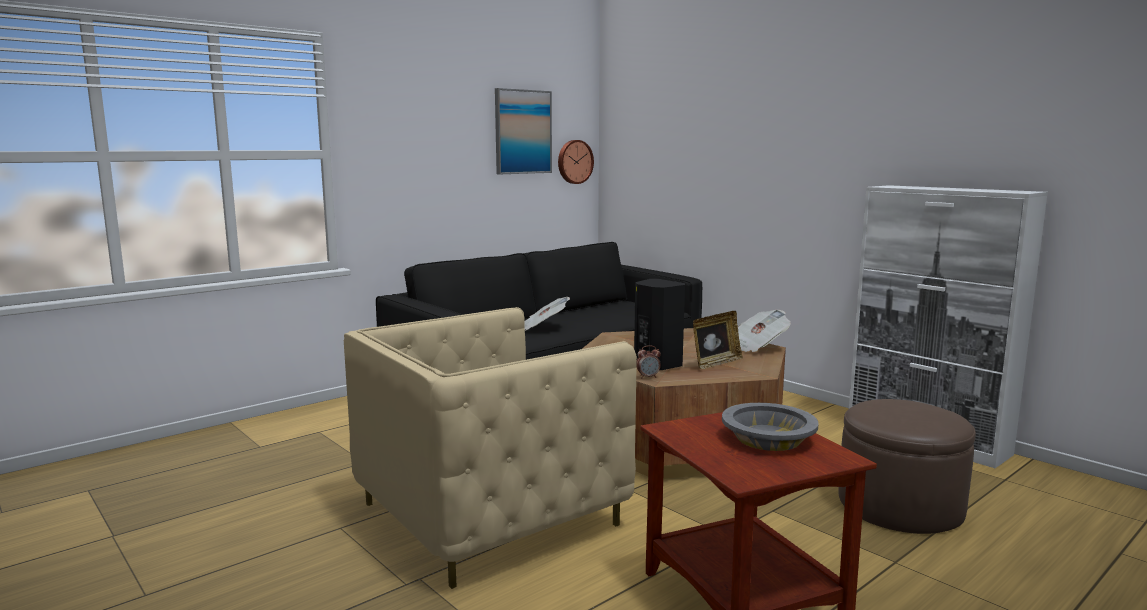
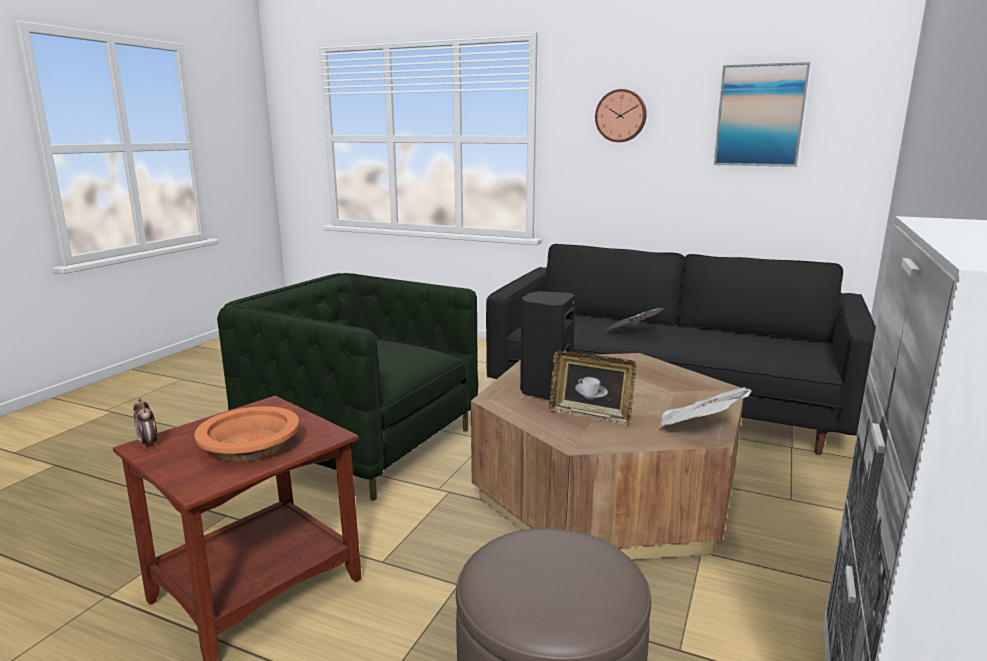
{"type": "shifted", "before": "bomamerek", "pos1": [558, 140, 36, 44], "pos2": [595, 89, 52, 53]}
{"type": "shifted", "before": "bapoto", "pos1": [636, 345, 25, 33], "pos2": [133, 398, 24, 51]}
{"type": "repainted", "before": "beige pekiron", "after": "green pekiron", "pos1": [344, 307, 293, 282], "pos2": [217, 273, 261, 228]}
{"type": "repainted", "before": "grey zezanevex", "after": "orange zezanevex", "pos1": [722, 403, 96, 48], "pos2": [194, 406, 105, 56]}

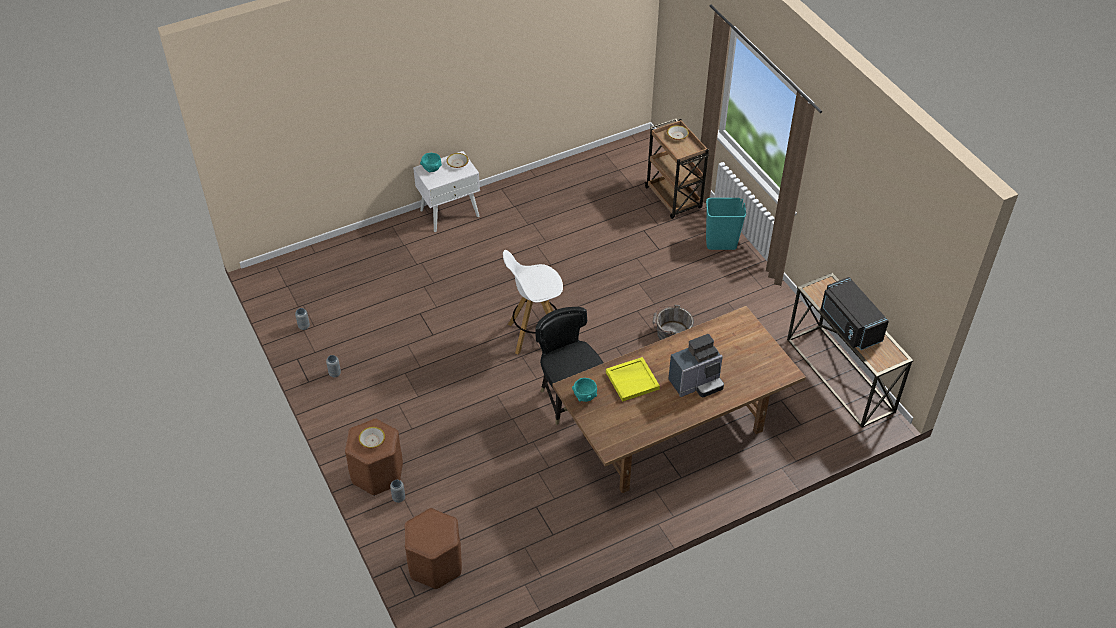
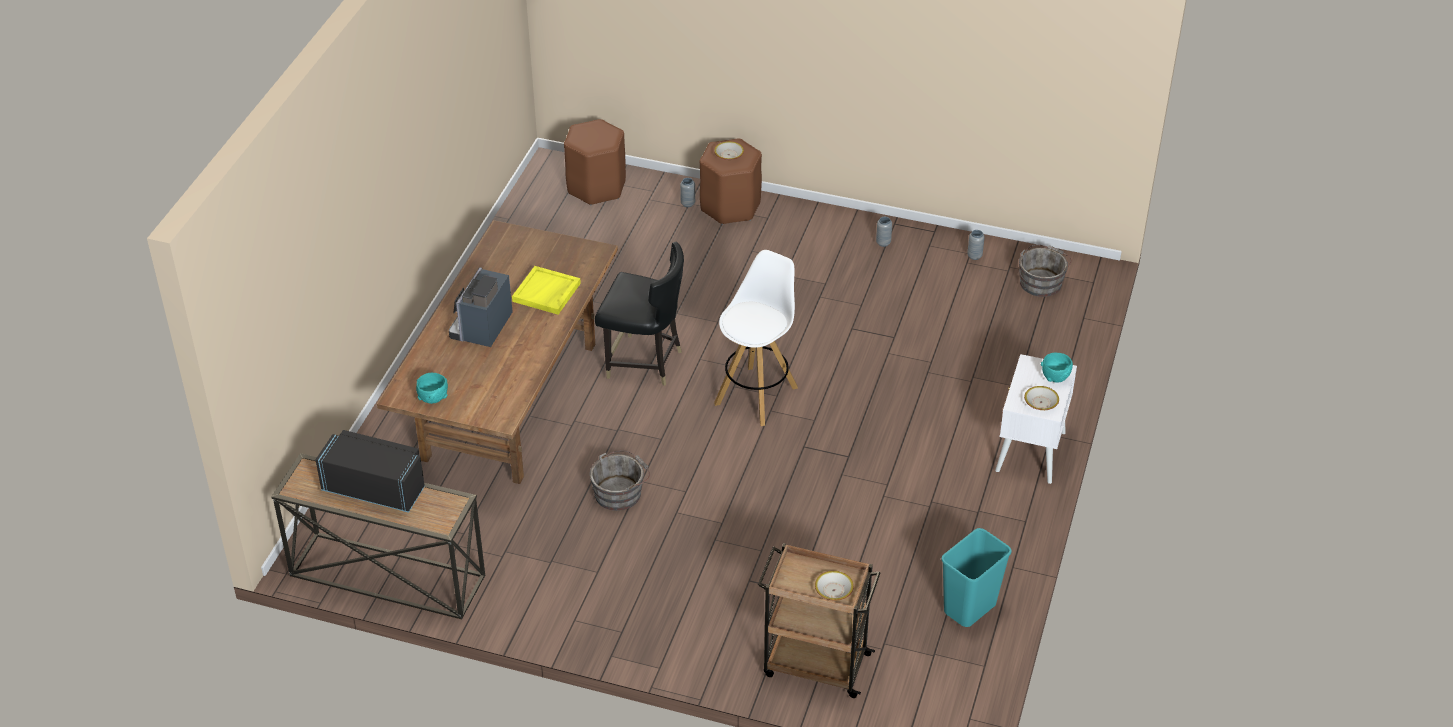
{"type": "new", "after": "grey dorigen", "pos2": [1019, 245, 53, 52]}
{"type": "shifted", "before": "turquoise zezanevex", "pos1": [572, 378, 25, 24], "pos2": [416, 373, 32, 31]}
{"type": "shifted", "before": "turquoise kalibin", "pos1": [706, 198, 40, 52], "pos2": [941, 528, 70, 99]}

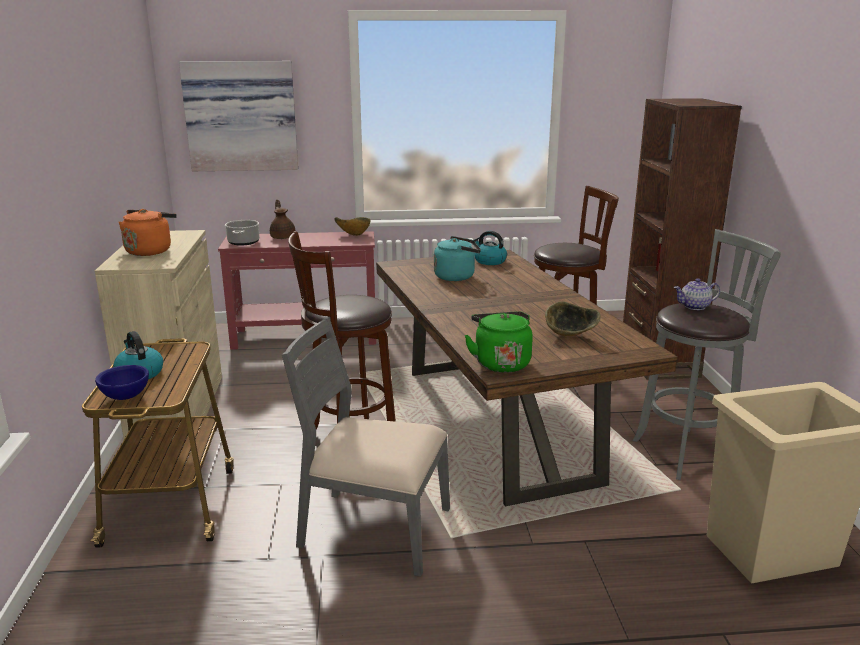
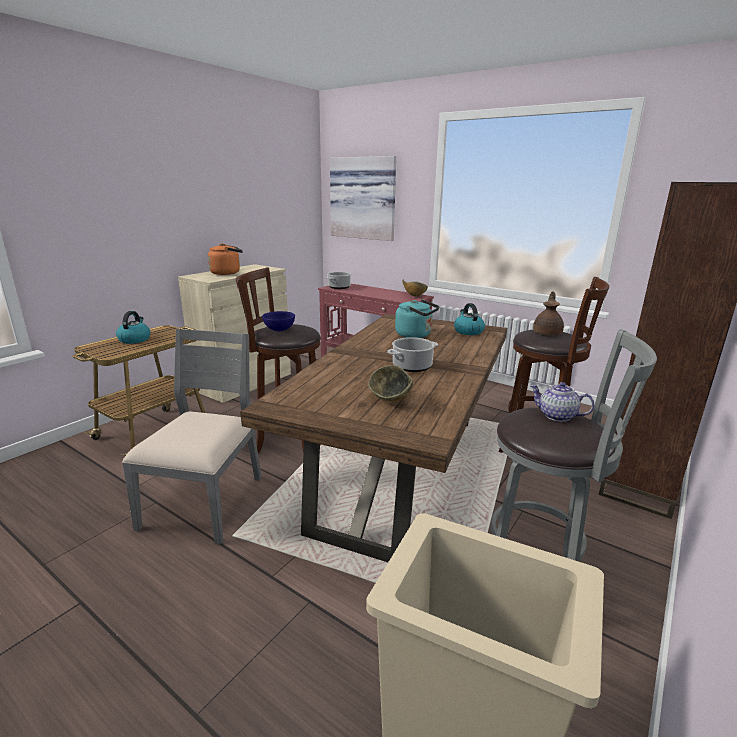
{"type": "gone", "before": "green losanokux", "pos1": [464, 311, 69, 62]}
{"type": "new", "after": "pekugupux", "pos2": [387, 337, 51, 35]}
{"type": "shifted", "before": "blue zezanevex", "pos1": [95, 365, 54, 35], "pos2": [262, 311, 33, 20]}
{"type": "shifted", "before": "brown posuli", "pos1": [270, 200, 26, 39], "pos2": [533, 291, 31, 44]}
{"type": "rotated", "before": "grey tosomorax", "pos1": [282, 317, 168, 260], "pos2": [122, 329, 139, 216], "turn": 45}

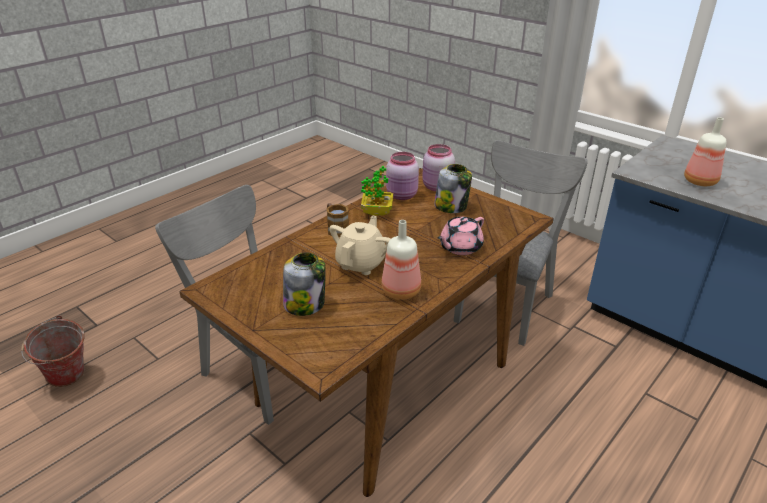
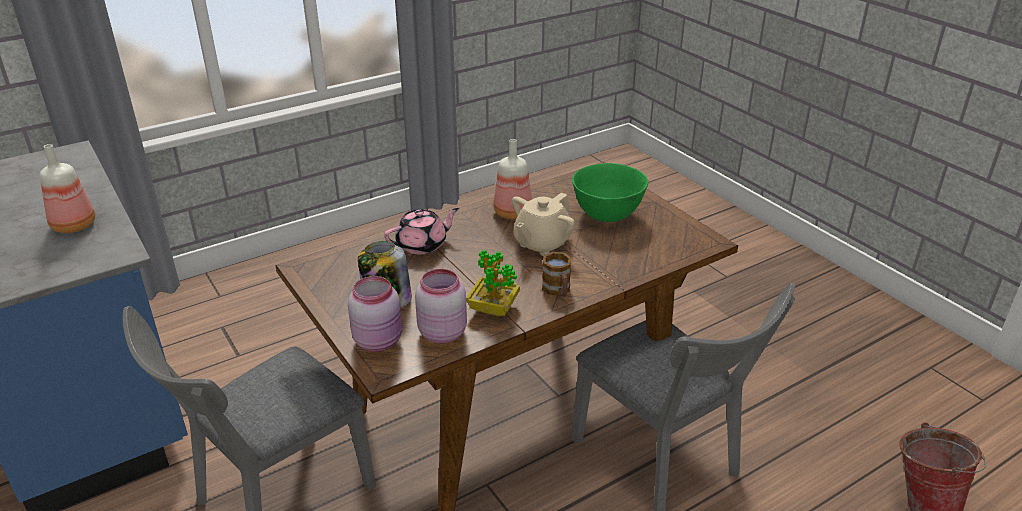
{"type": "swapped", "before": "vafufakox", "after": "green zezanevex", "pos1": [283, 252, 43, 64], "pos2": [572, 163, 76, 59]}

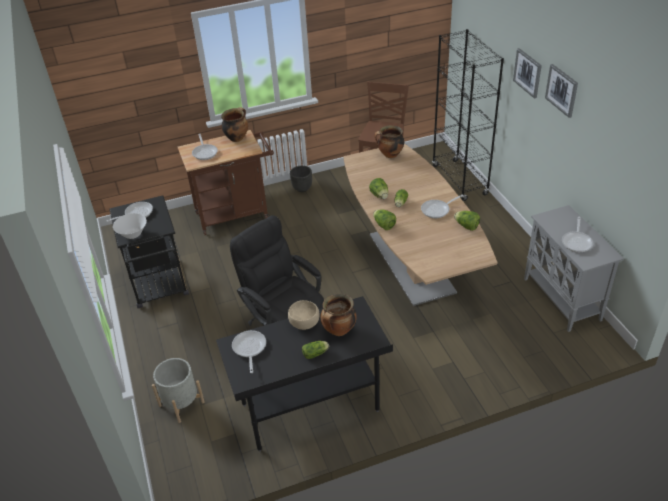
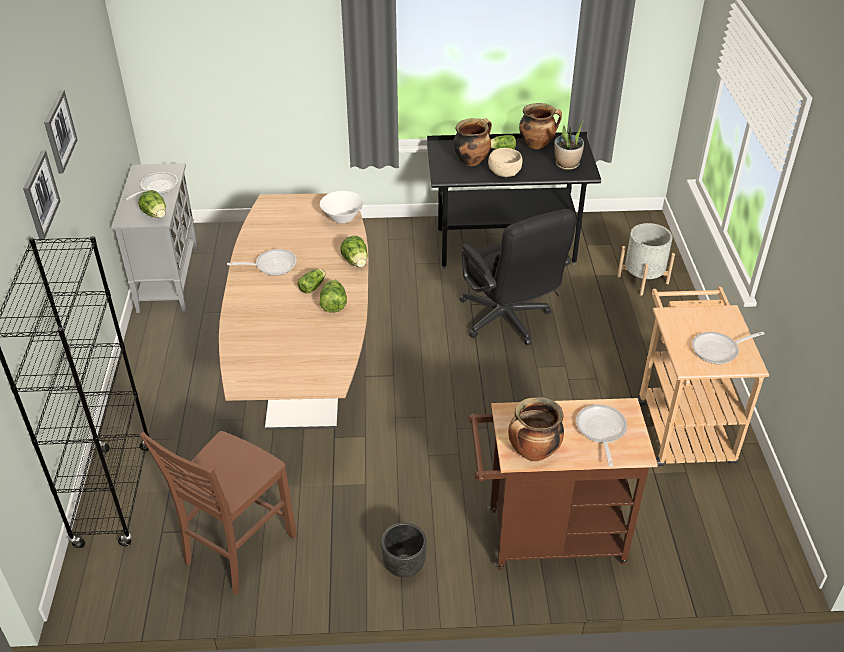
{"type": "shifted", "before": "white zezanevex", "pos1": [113, 213, 34, 26], "pos2": [320, 191, 44, 32]}
{"type": "shifted", "before": "pekugupux", "pos1": [374, 125, 30, 33], "pos2": [519, 103, 43, 46]}
{"type": "shifted", "before": "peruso", "pos1": [454, 211, 26, 20], "pos2": [138, 190, 28, 28]}
{"type": "swapped", "before": "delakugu", "after": "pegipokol", "pos1": [232, 330, 34, 43], "pos2": [554, 120, 31, 50]}
{"type": "repainted", "before": "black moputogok", "after": "beige moputogok", "pos1": [109, 195, 80, 113], "pos2": [637, 287, 132, 179]}

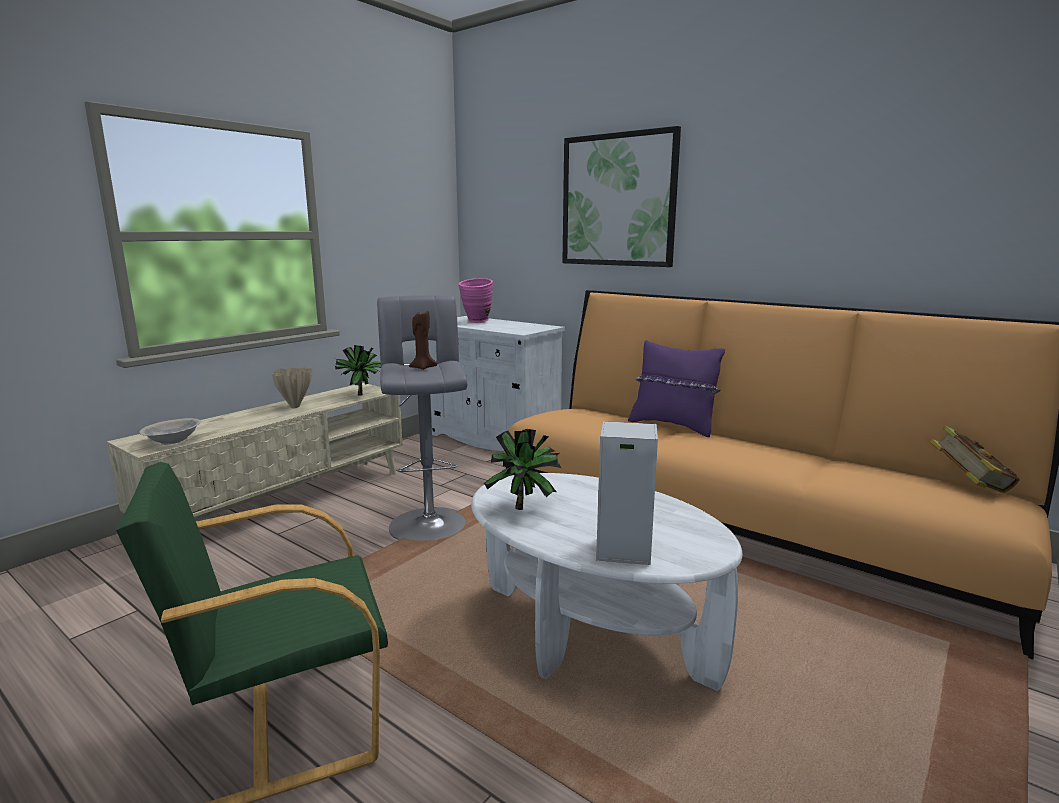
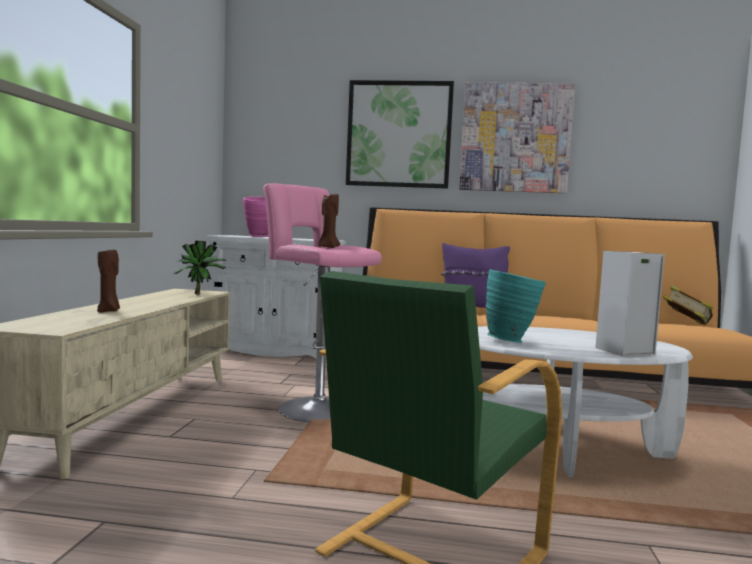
{"type": "gone", "before": "beige zezanevex", "pos1": [139, 418, 62, 27]}
{"type": "gone", "before": "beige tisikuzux", "pos1": [272, 367, 41, 41]}
{"type": "new", "after": "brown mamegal", "pos2": [97, 250, 23, 62]}
{"type": "new", "after": "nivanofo", "pos2": [459, 82, 116, 111]}
{"type": "swapped", "before": "pegipokol", "after": "turquoise tisikuzux", "pos1": [484, 429, 77, 81], "pos2": [486, 269, 60, 74]}
{"type": "repainted", "before": "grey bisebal", "after": "pink bisebal", "pos1": [377, 295, 91, 246], "pos2": [263, 183, 119, 239]}

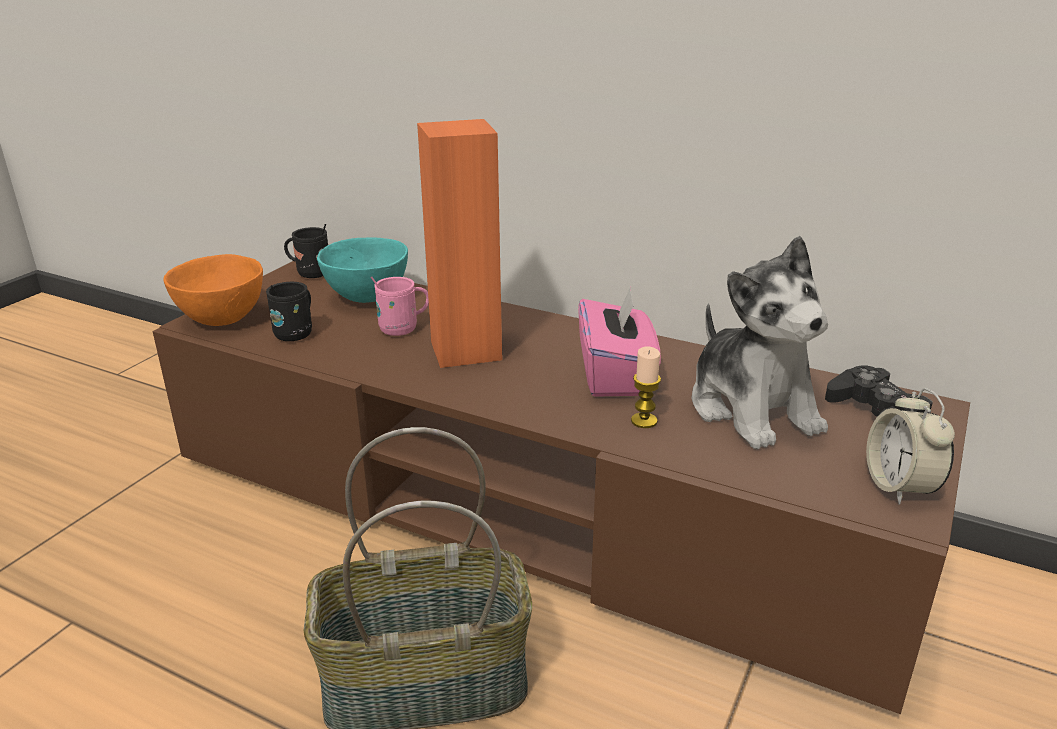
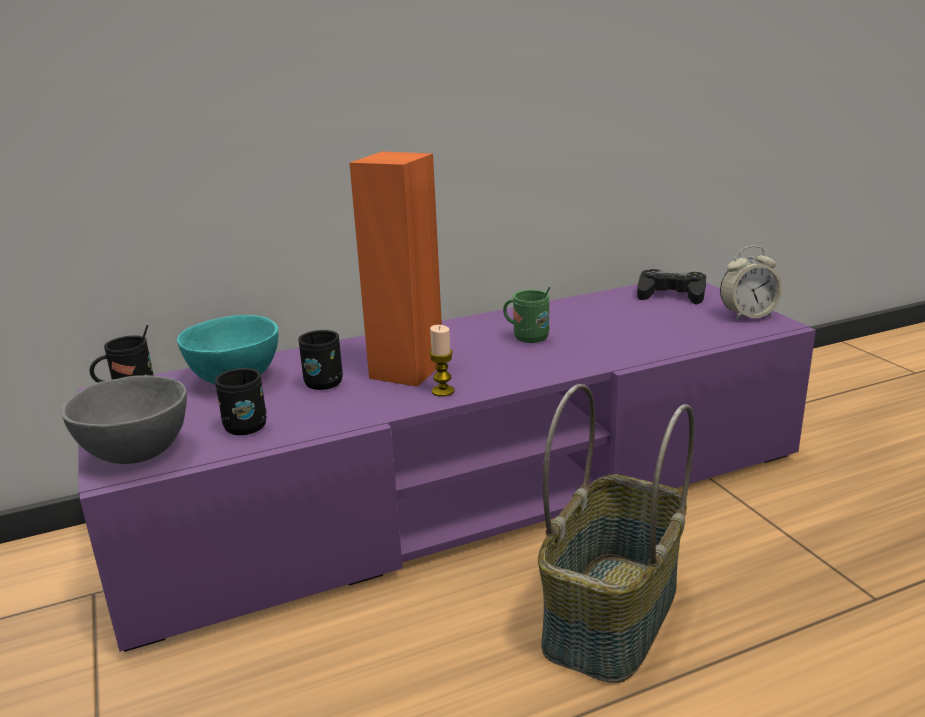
{"type": "gone", "before": "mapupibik", "pos1": [691, 236, 137, 213]}
{"type": "shifted", "before": "mamegal", "pos1": [631, 347, 30, 81], "pos2": [429, 325, 26, 72]}
{"type": "swapped", "before": "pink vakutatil", "after": "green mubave", "pos1": [578, 287, 82, 110], "pos2": [503, 287, 47, 56]}
{"type": "repainted", "before": "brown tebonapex", "after": "purple tebonapex", "pos1": [153, 261, 817, 453], "pos2": [79, 283, 737, 369]}
{"type": "repainted", "before": "orange zezanevex", "after": "grey zezanevex", "pos1": [164, 254, 99, 72], "pos2": [61, 375, 126, 89]}
{"type": "repainted", "before": "pink mubave", "after": "black mubave", "pos1": [371, 276, 58, 60], "pos2": [298, 330, 45, 60]}
{"type": "rotated", "before": "bapoto", "pos1": [866, 388, 89, 117], "pos2": [720, 246, 62, 75], "turn": -45}

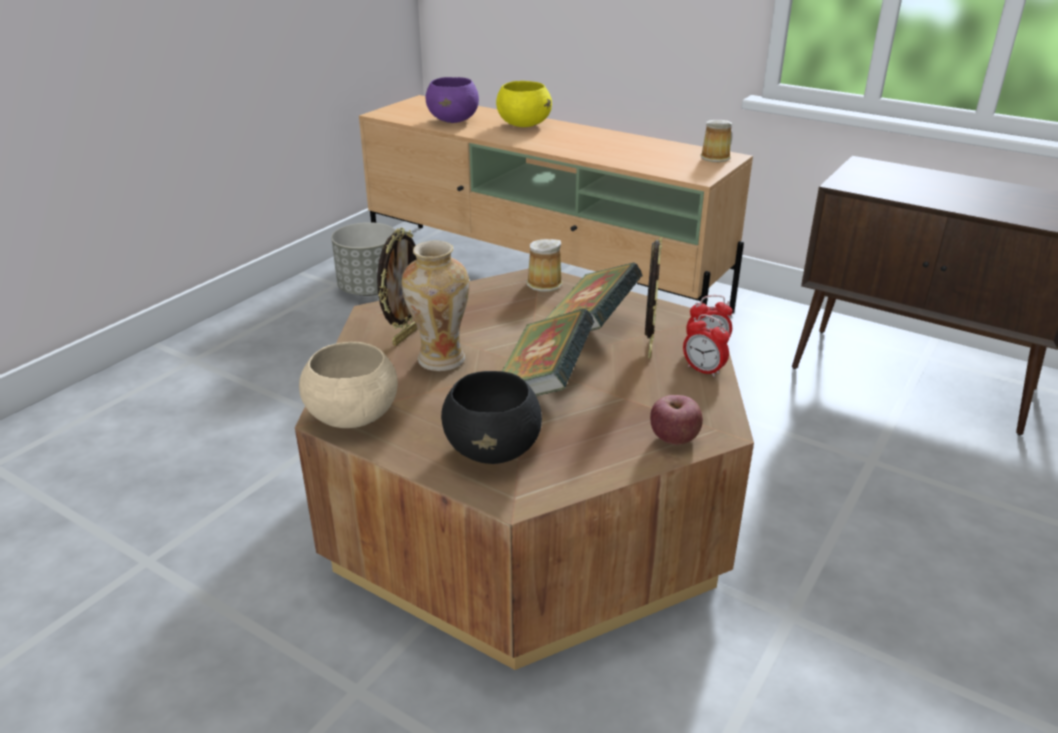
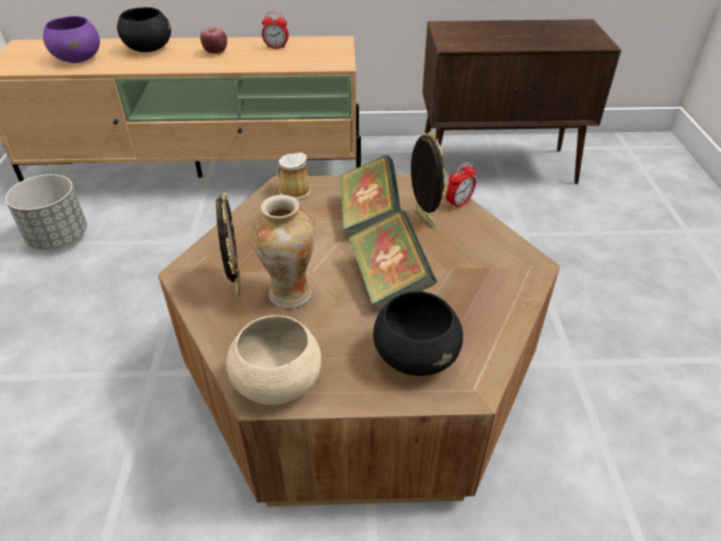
{"type": "gone", "before": "mubave", "pos1": [701, 120, 31, 42]}
{"type": "shifted", "before": "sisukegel", "pos1": [650, 395, 53, 50], "pos2": [200, 27, 27, 27]}
{"type": "shifted", "before": "bapoto", "pos1": [683, 314, 46, 63], "pos2": [262, 12, 27, 37]}
{"type": "repainted", "before": "yellow zezanevex", "after": "black zezanevex", "pos1": [496, 81, 56, 46], "pos2": [117, 7, 54, 45]}

